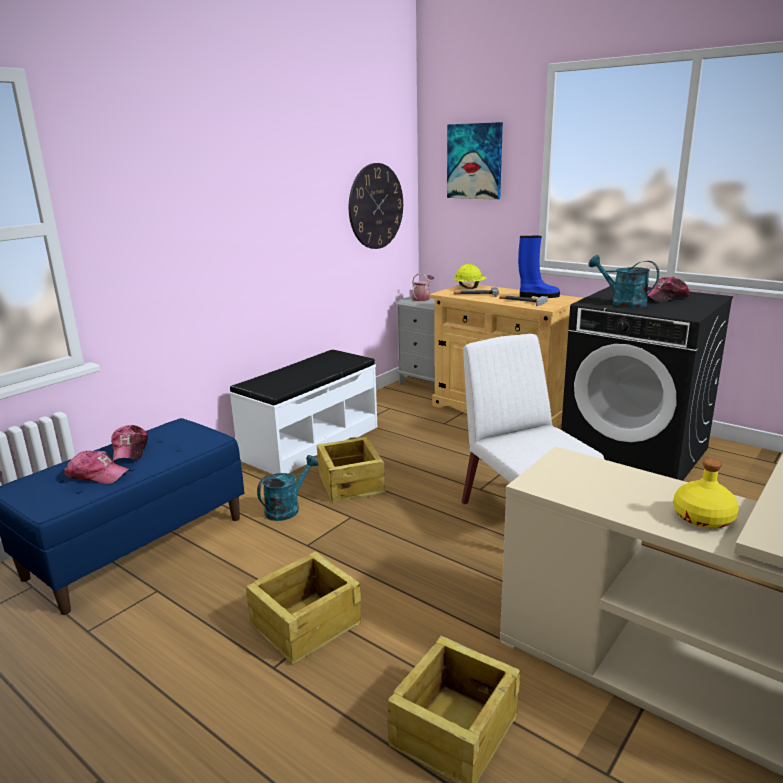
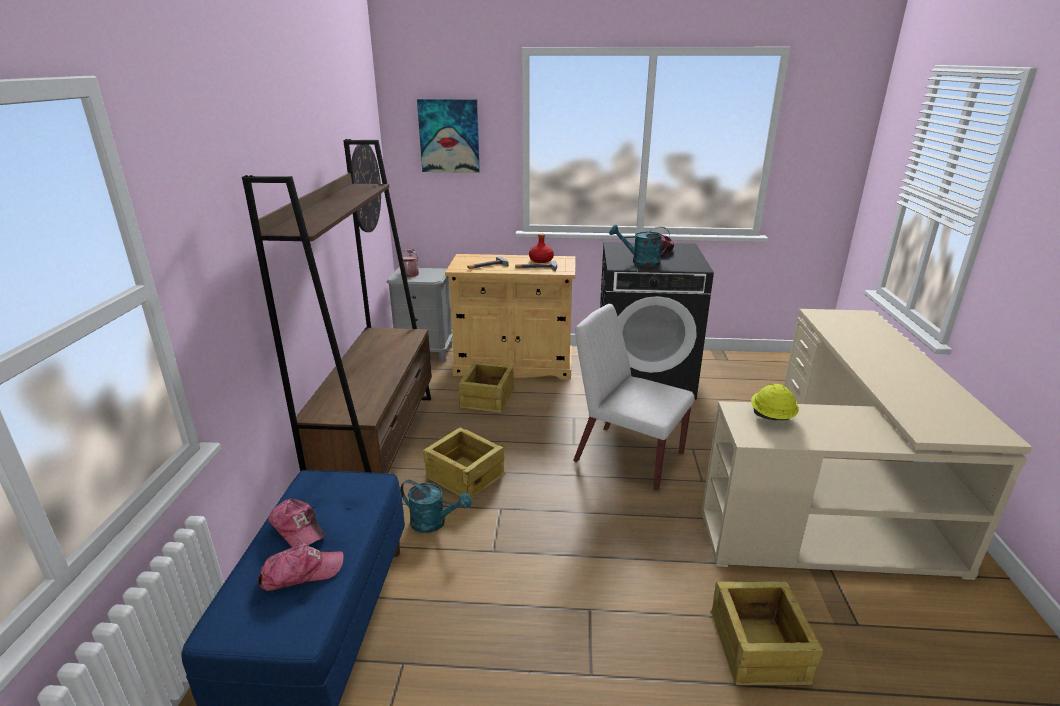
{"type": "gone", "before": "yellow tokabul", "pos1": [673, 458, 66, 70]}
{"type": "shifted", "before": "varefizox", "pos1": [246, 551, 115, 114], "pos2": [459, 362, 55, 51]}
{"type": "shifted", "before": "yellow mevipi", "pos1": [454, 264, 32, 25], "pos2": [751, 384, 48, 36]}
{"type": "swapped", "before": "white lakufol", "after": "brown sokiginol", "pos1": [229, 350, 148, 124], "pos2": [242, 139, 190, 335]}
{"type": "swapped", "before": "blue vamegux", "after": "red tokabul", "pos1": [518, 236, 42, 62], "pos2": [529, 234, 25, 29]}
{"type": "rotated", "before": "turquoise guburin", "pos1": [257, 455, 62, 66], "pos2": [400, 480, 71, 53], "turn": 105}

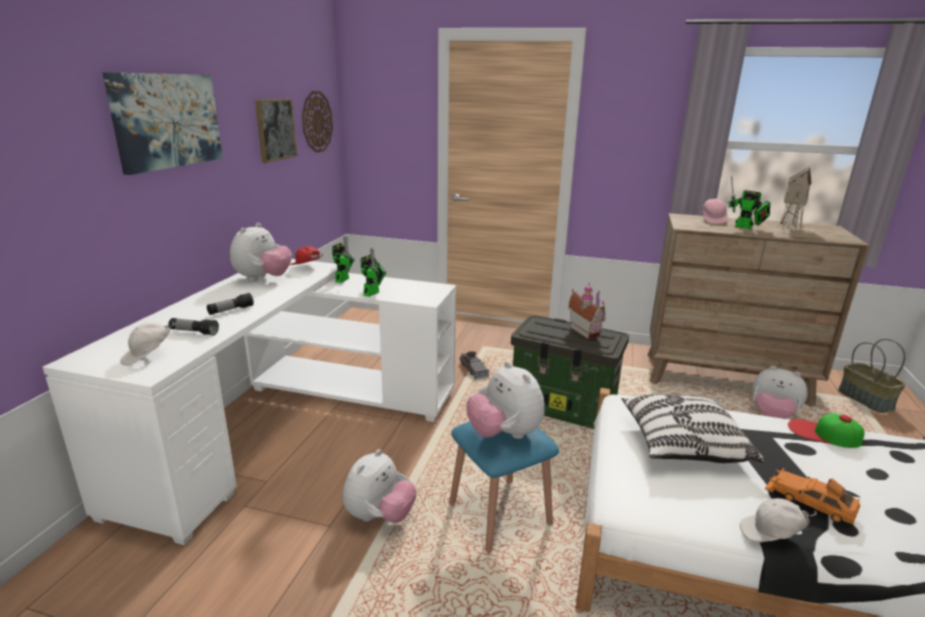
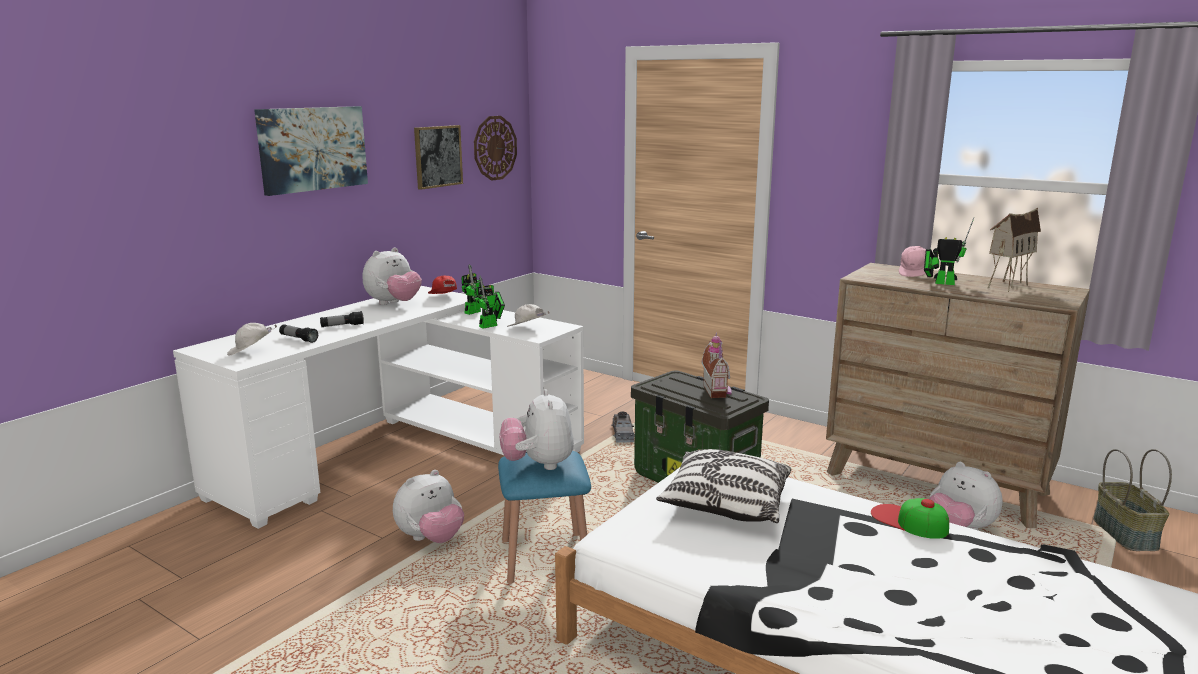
{"type": "gone", "before": "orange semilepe", "pos1": [764, 468, 97, 56]}
{"type": "shifted", "before": "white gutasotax", "pos1": [740, 498, 77, 44], "pos2": [507, 304, 43, 23]}
{"type": "rotated", "before": "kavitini", "pos1": [729, 176, 41, 53], "pos2": [924, 218, 50, 67], "turn": 135}

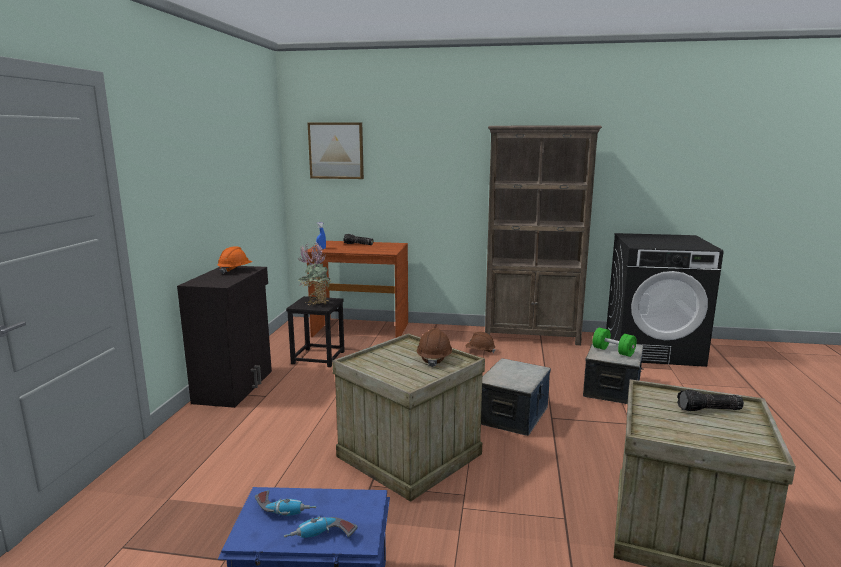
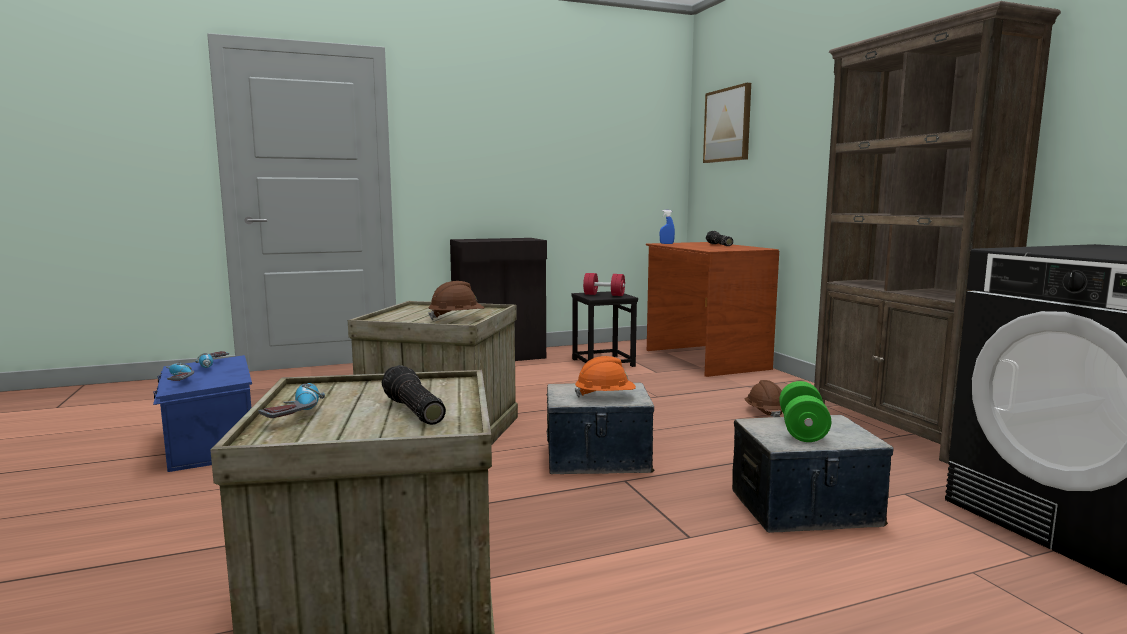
{"type": "new", "after": "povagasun", "pos2": [258, 383, 67, 35]}
{"type": "shifted", "before": "orange mevipi", "pos1": [218, 246, 34, 28], "pos2": [575, 356, 61, 42]}
{"type": "swapped", "before": "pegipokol", "after": "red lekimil", "pos1": [298, 243, 34, 63], "pos2": [583, 273, 42, 23]}

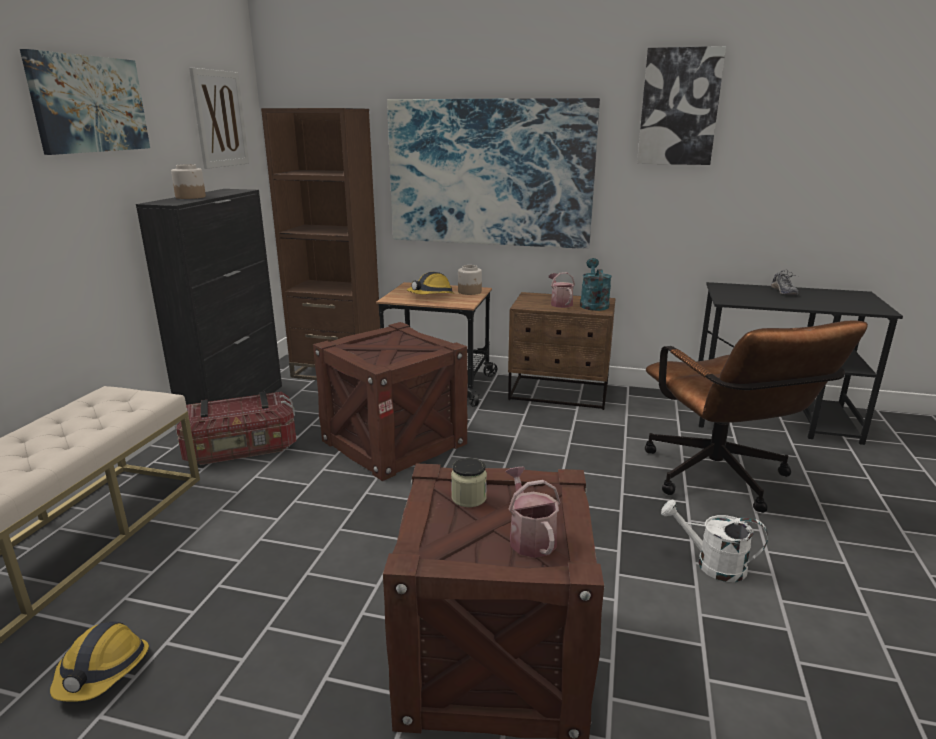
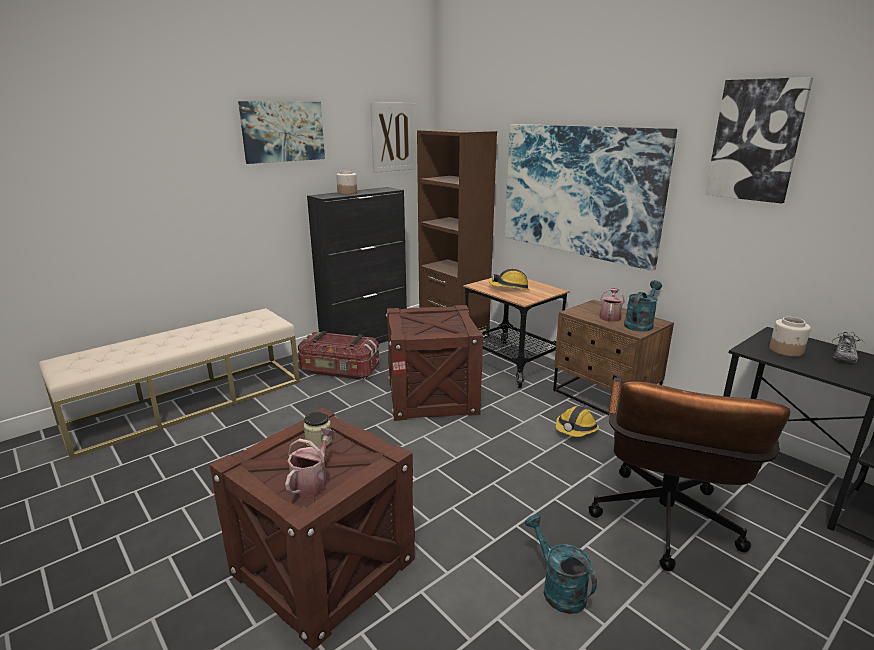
{"type": "shifted", "before": "mevipi", "pos1": [50, 621, 99, 81], "pos2": [556, 406, 43, 31]}
{"type": "shifted", "before": "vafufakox", "pos1": [458, 265, 24, 30], "pos2": [769, 317, 42, 40]}
{"type": "repainted", "before": "white guburin", "after": "turquoise guburin", "pos1": [661, 500, 107, 82], "pos2": [525, 514, 72, 100]}

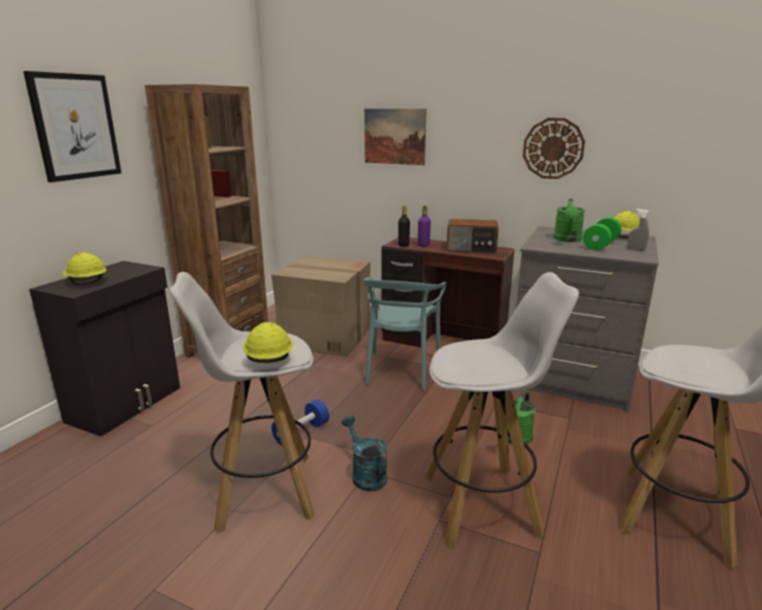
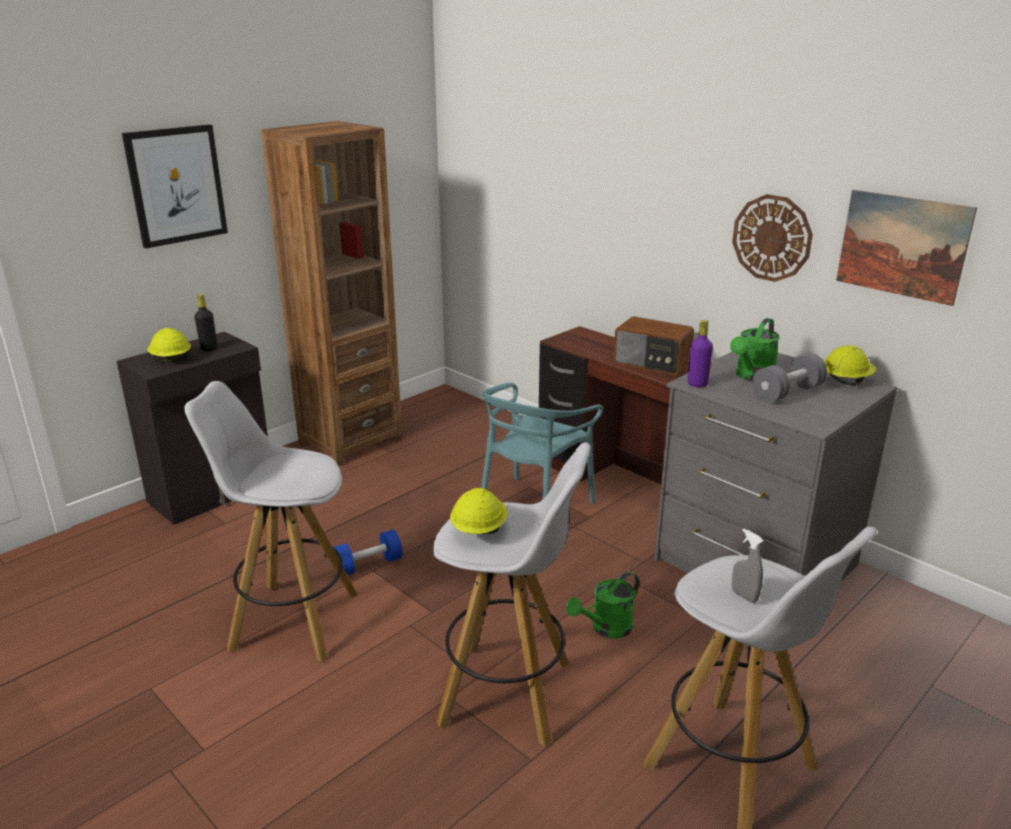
{"type": "gone", "before": "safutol", "pos1": [271, 256, 99, 101]}
{"type": "gone", "before": "turquoise guburin", "pos1": [342, 415, 45, 76]}
{"type": "shifted", "before": "yellow mevipi", "pos1": [243, 322, 51, 41], "pos2": [450, 488, 58, 46]}
{"type": "shifted", "before": "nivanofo", "pos1": [364, 109, 63, 56], "pos2": [836, 190, 141, 116]}
{"type": "shifted", "before": "black tokabul", "pos1": [398, 206, 12, 41], "pos2": [195, 294, 22, 58]}
{"type": "shifted", "before": "purple tokabul", "pos1": [418, 206, 13, 41], "pos2": [688, 320, 25, 67]}
{"type": "shifted", "before": "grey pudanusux", "pos1": [627, 209, 22, 42], "pos2": [732, 529, 31, 74]}
{"type": "repainted", "before": "green lekimil", "after": "grey lekimil", "pos1": [583, 217, 39, 34], "pos2": [752, 353, 75, 49]}

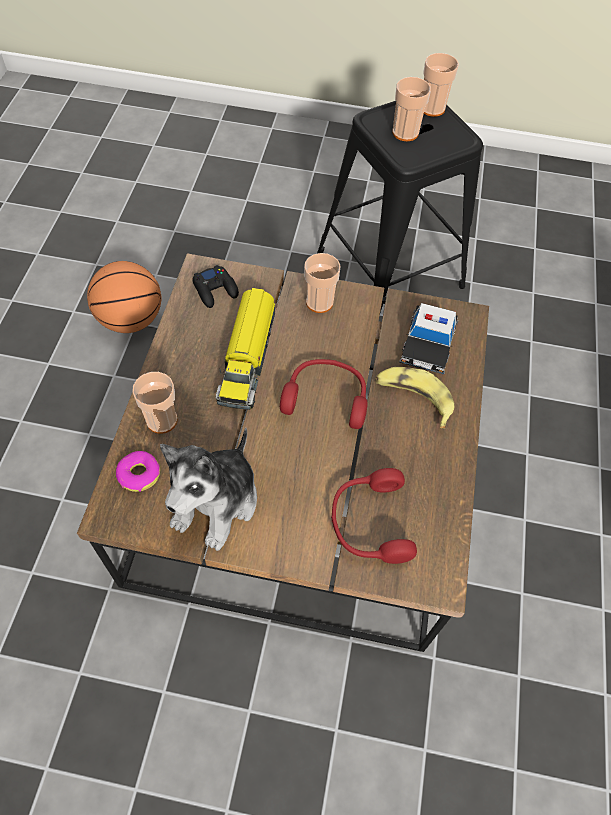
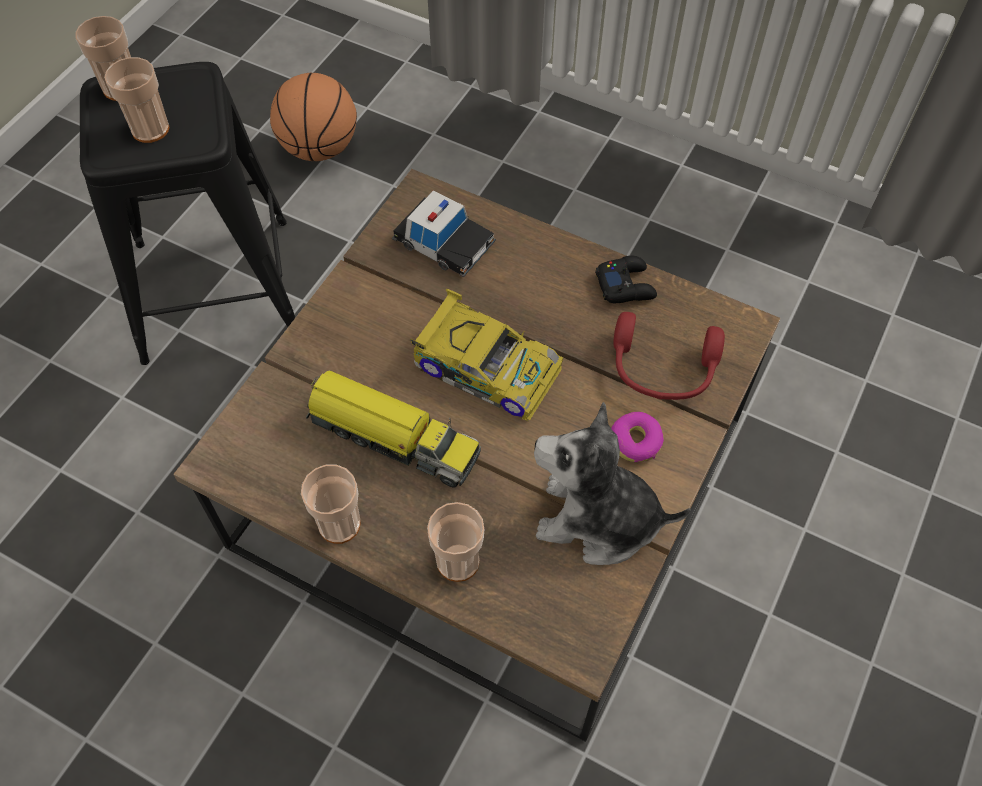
{"type": "gone", "before": "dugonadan", "pos1": [376, 367, 78, 61]}
{"type": "shifted", "before": "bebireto", "pos1": [87, 261, 75, 72], "pos2": [270, 73, 87, 88]}
{"type": "shifted", "before": "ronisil", "pos1": [116, 451, 44, 41], "pos2": [611, 412, 53, 50]}
{"type": "shifted", "before": "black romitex", "pos1": [192, 265, 47, 43], "pos2": [595, 256, 62, 47]}
{"type": "shifted", "before": "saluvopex", "pos1": [304, 253, 37, 60], "pos2": [301, 465, 60, 79]}
{"type": "swapped", "before": "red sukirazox", "after": "semilepe", "pos1": [280, 359, 88, 70], "pos2": [410, 289, 153, 132]}
{"type": "rotated", "before": "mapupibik", "pos1": [160, 428, 97, 123], "pos2": [534, 402, 157, 163], "turn": 150}

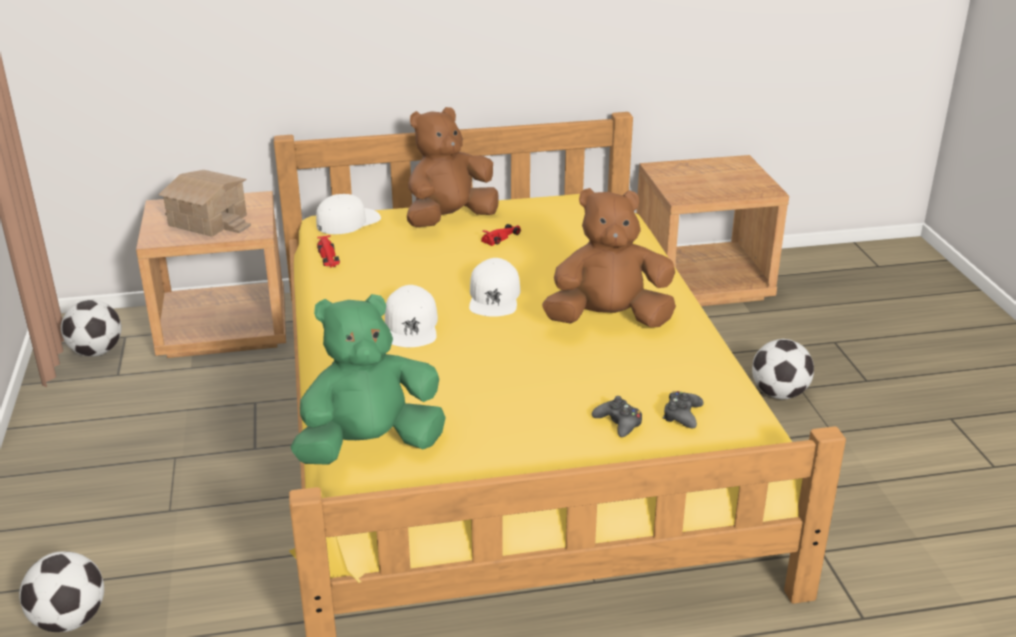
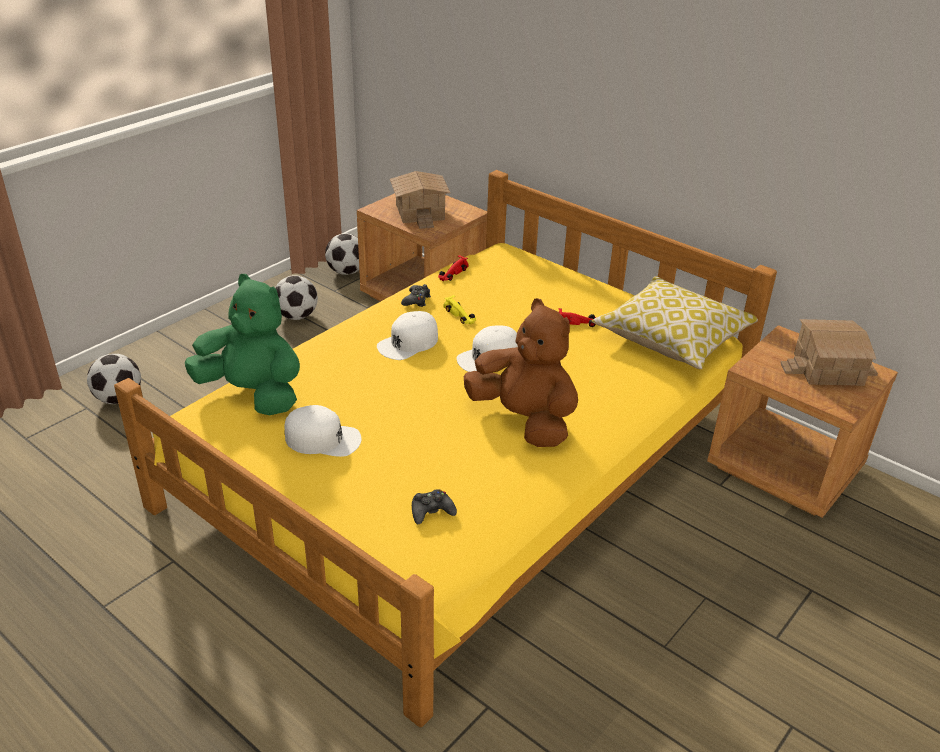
{"type": "gone", "before": "brown mapupibik", "pos1": [407, 107, 92, 120]}
{"type": "new", "after": "yellow semilepe", "pos2": [443, 295, 33, 30]}
{"type": "new", "after": "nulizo", "pos2": [592, 277, 166, 92]}
{"type": "new", "after": "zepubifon", "pos2": [781, 319, 97, 67]}
{"type": "shifted", "before": "white gutasotax", "pos1": [316, 194, 65, 40], "pos2": [284, 405, 78, 52]}
{"type": "shifted", "before": "black romitex", "pos1": [592, 396, 50, 41], "pos2": [401, 284, 30, 23]}
{"type": "shifted", "before": "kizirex", "pos1": [752, 339, 62, 60], "pos2": [275, 275, 43, 45]}

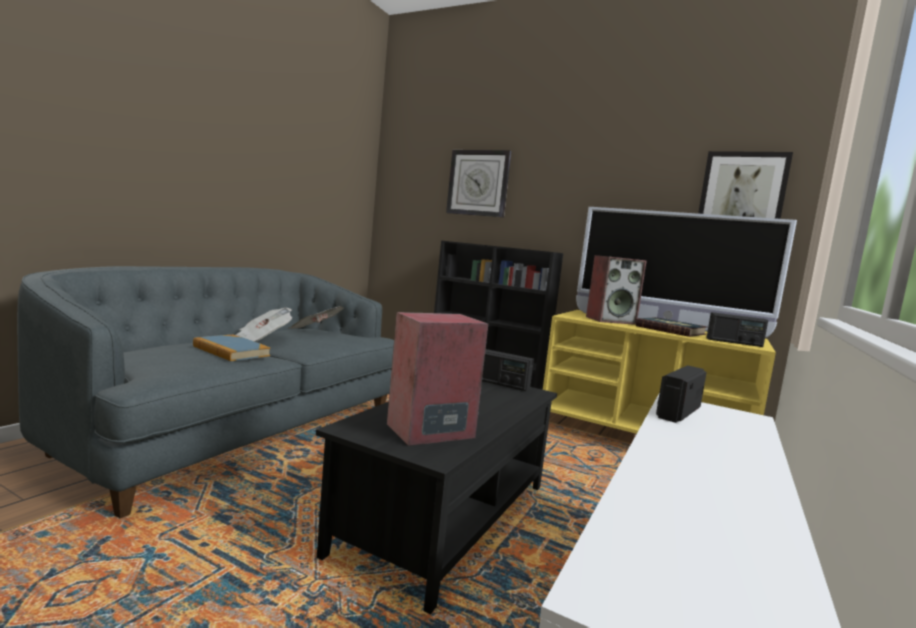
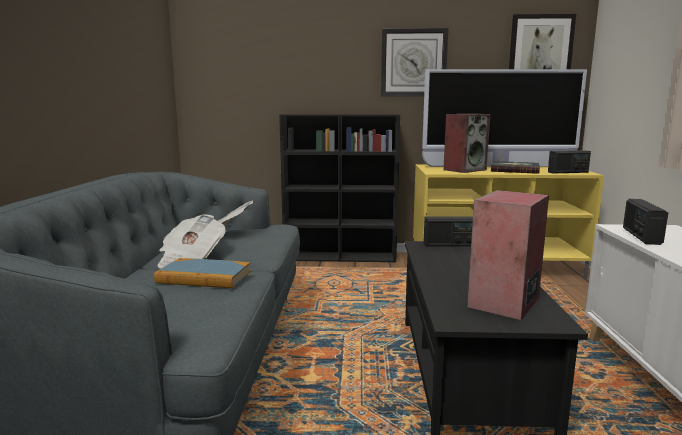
{"type": "shifted", "before": "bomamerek", "pos1": [446, 150, 65, 67], "pos2": [381, 28, 67, 68]}

